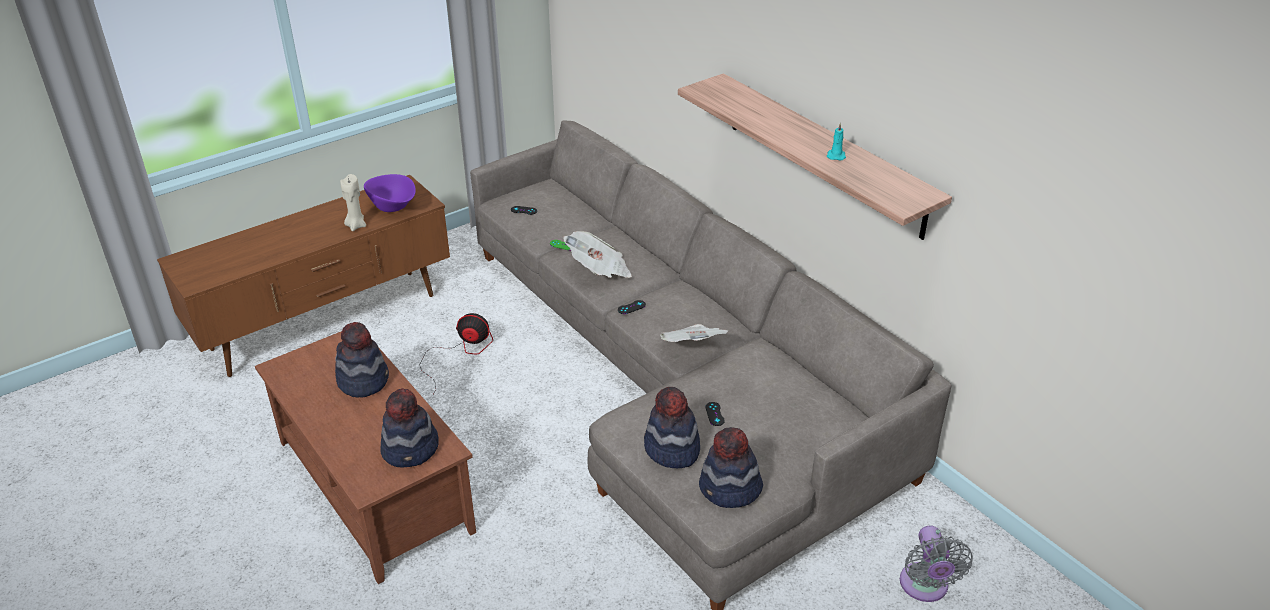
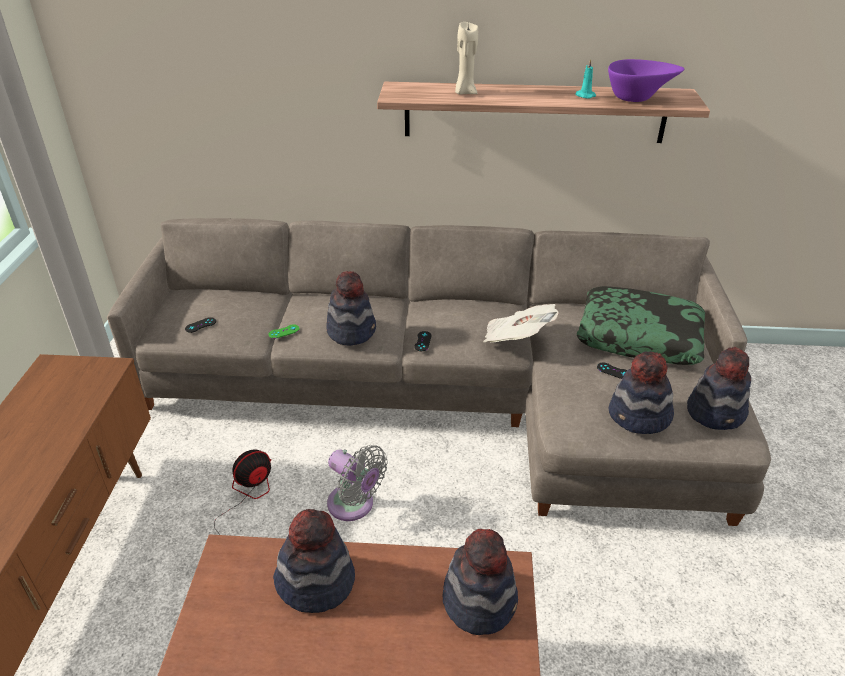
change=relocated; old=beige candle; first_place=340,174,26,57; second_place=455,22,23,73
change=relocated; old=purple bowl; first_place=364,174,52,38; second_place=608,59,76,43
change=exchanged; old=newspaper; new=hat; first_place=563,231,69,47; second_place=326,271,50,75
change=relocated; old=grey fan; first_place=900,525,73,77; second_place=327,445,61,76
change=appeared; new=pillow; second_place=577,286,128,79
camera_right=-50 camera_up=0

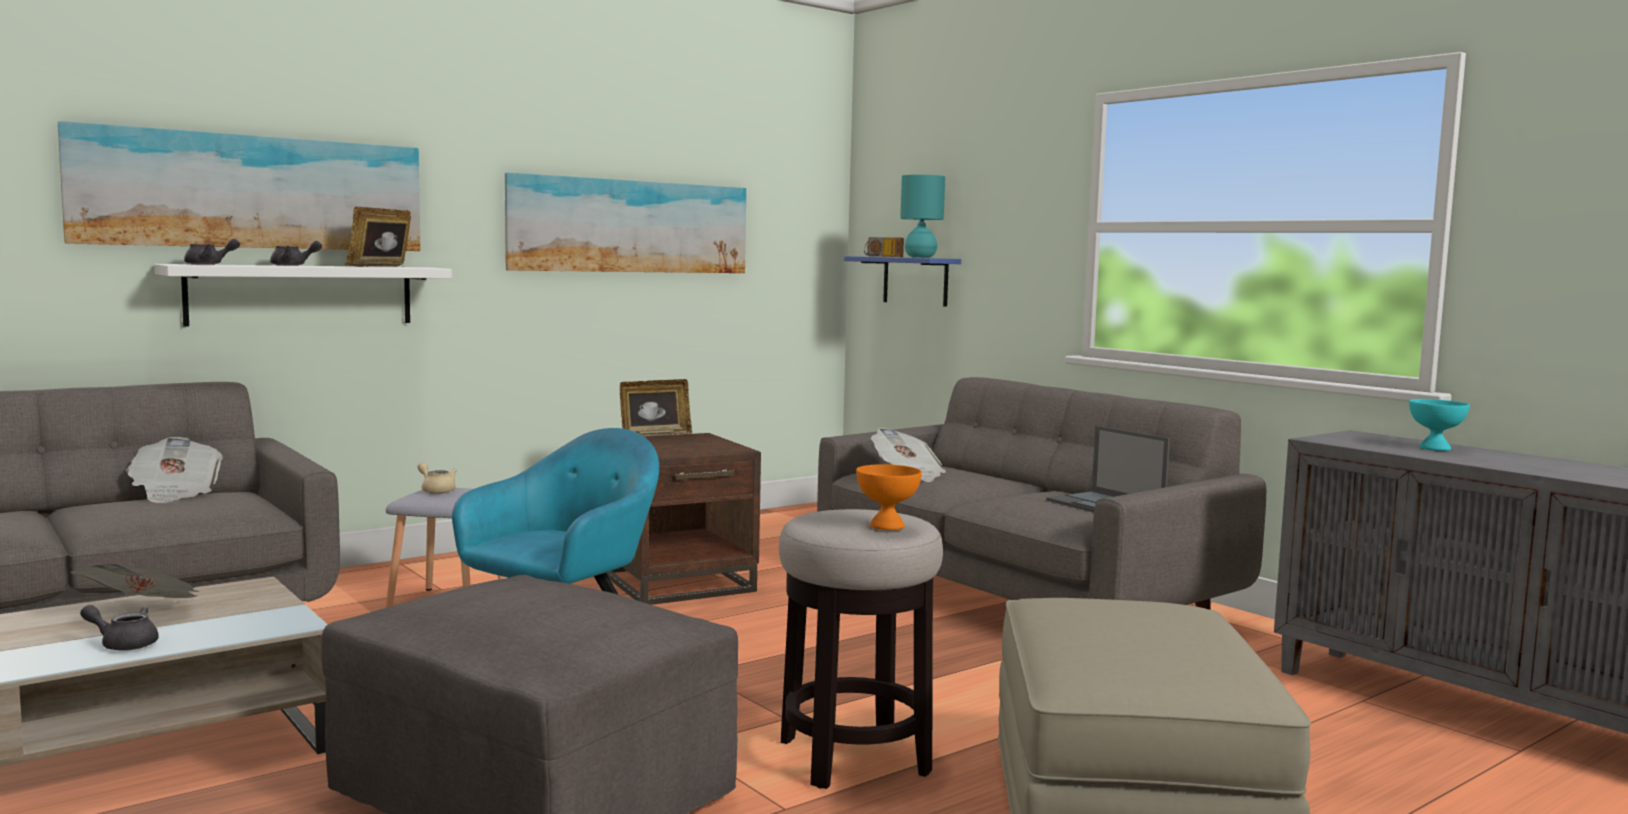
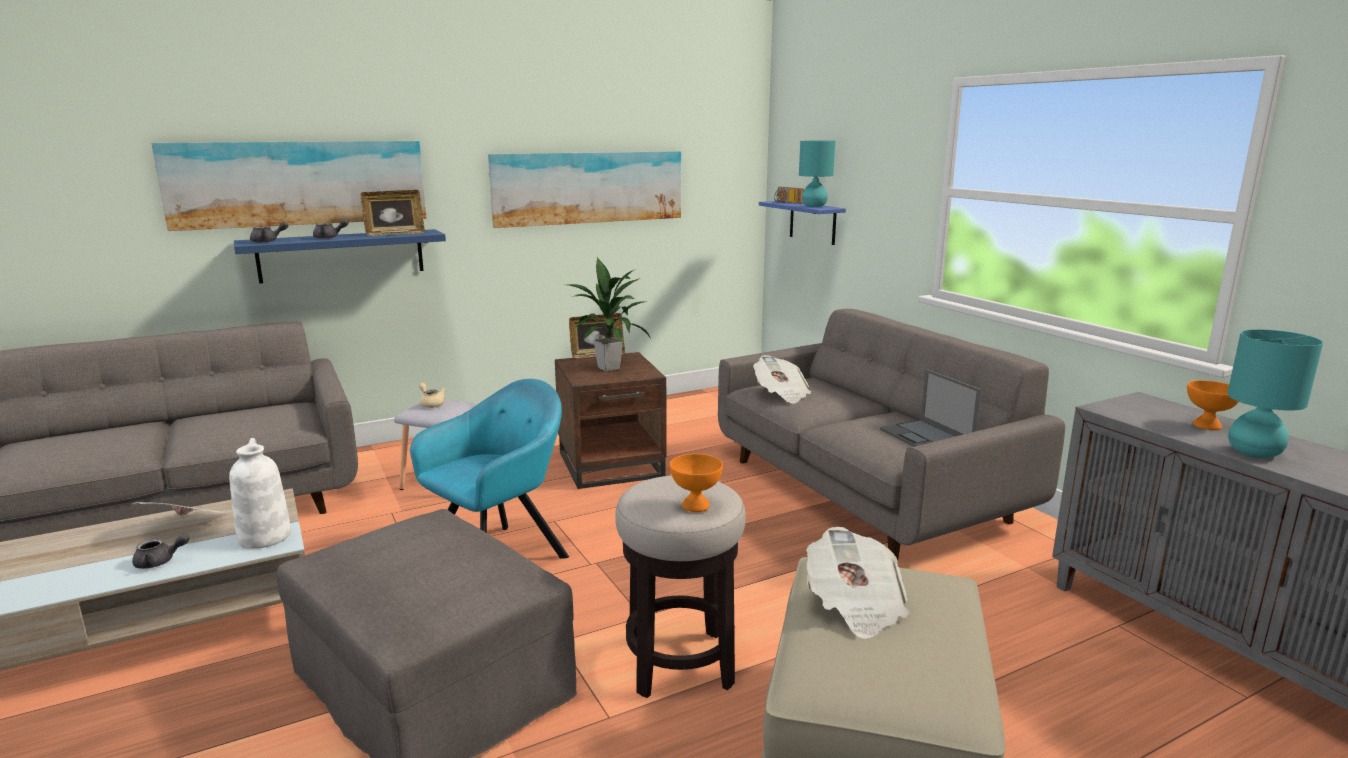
change=spun; old=picture frame; first_place=345,207,66,60; second_place=361,190,64,46; degrees=-150
change=colour; old=white shelf; new=blue shelf; first_place=154,264,298,63; second_place=234,229,212,55
change=colour; old=turquoise bowl; new=orange bowl; first_place=1409,399,61,52; second_place=1187,380,52,50
change=relocated; old=newspaper; first_place=126,437,97,66; second_place=807,527,102,112
change=spun; old=grey teapot; first_place=80,605,79,46; second_place=132,534,58,35; degrees=150
change=appeared; new=potted plant; second_place=561,257,91,114
change=appeared; new=turquoise table lamp; second_place=1227,329,96,129
change=appeared; new=white vase; second_place=229,438,62,111
camera_right=10 camera_up=10

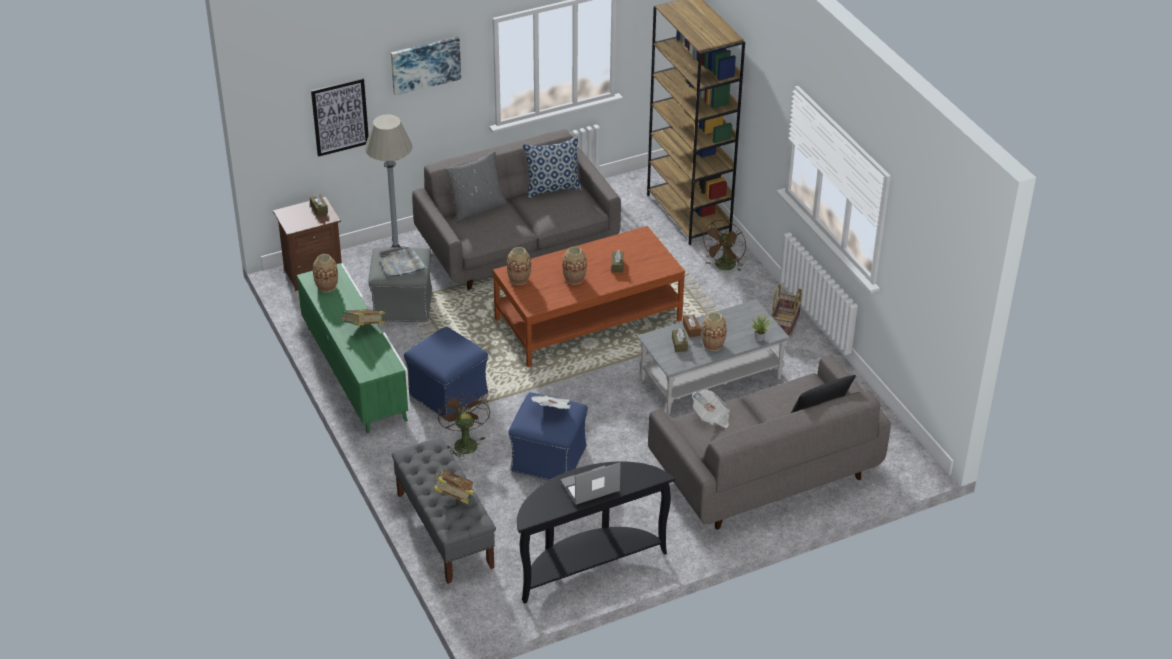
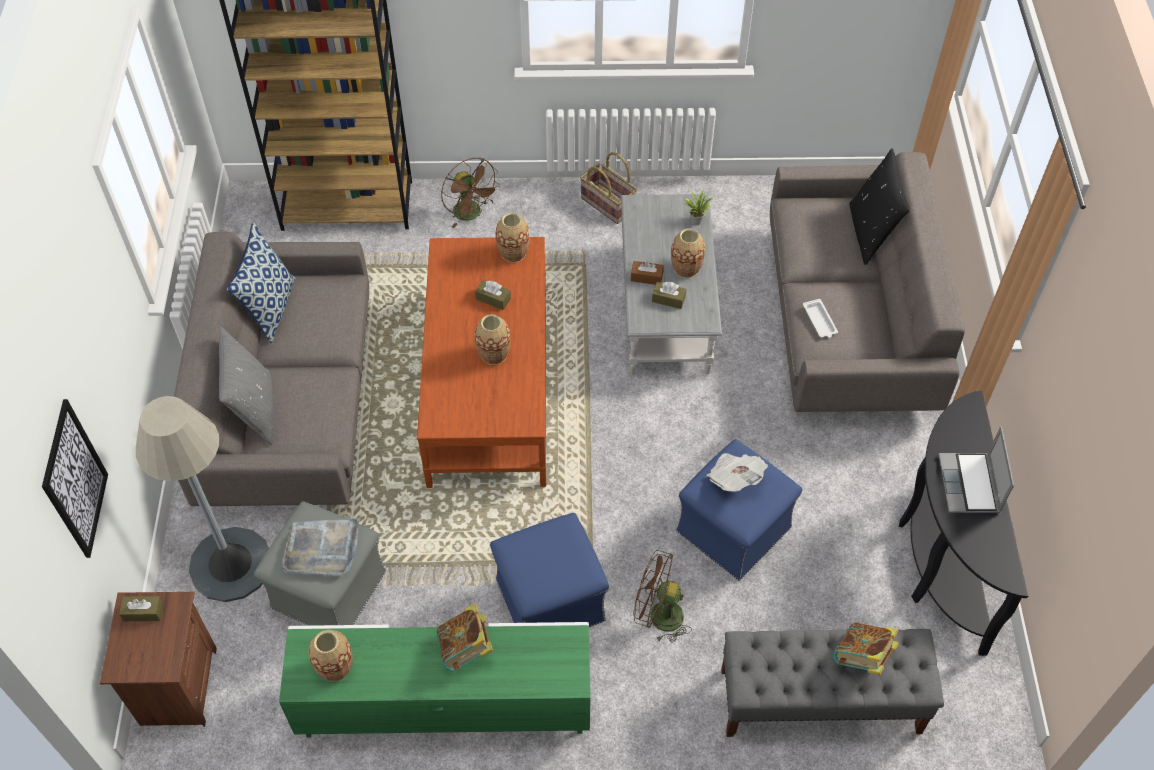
change=missing; old=picture; first_place=391,37,70,58
change=relocated; old=vase; first_place=507,247,24,38; second_place=495,213,34,50
change=exchanged; old=newspaper; new=white tray; first_place=692,390,38,38; second_place=803,299,35,39
camera_right=-65 camera_up=15

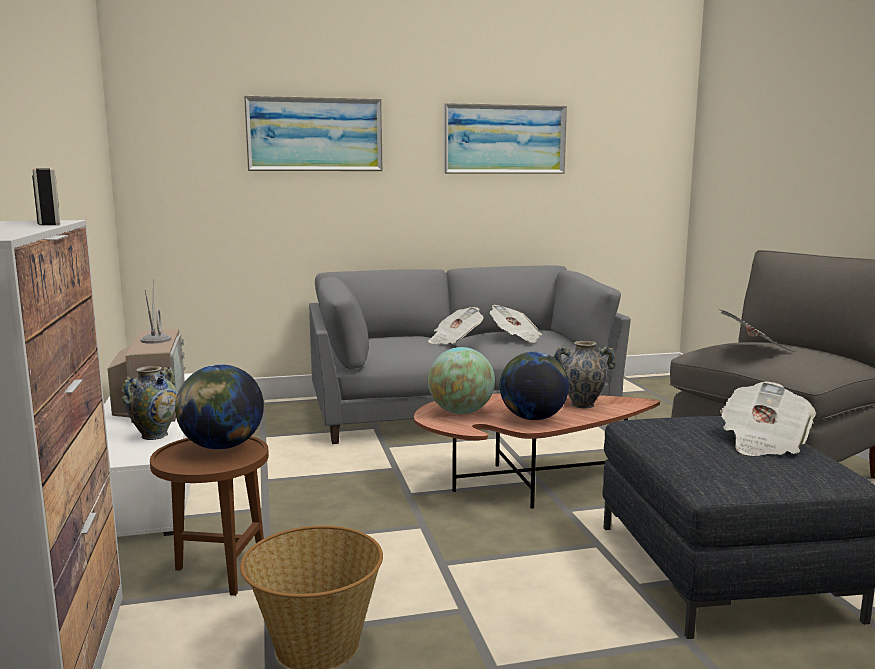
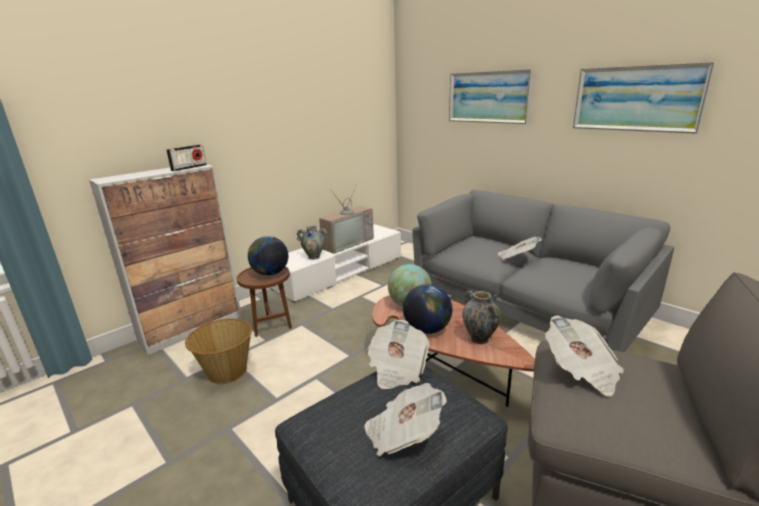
change=relocated; old=newspaper; first_place=490,305,52,38; second_place=367,320,63,69
camera_right=60 camera_up=10

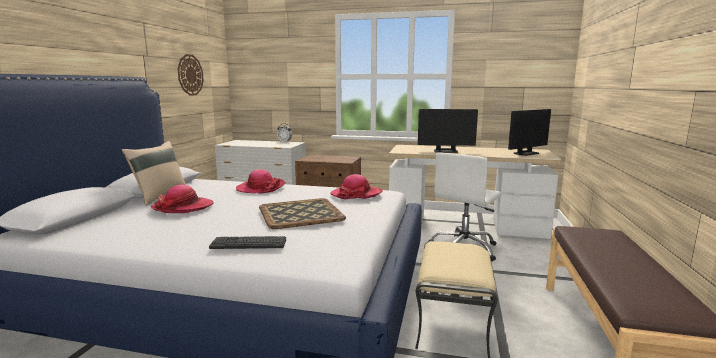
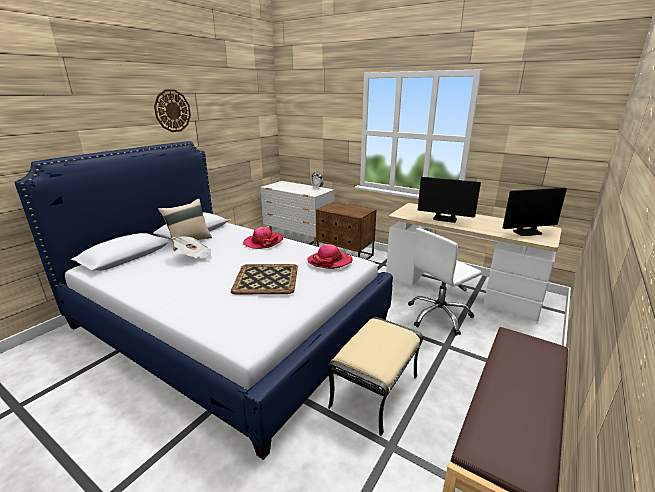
change=relocated; old=wall clock; first_place=178,54,26,42; second_place=154,90,37,42
change=exchanged; old=hat; new=newspaper; first_place=151,185,63,28; second_place=172,236,40,24
change=missing; old=keyboard; first_place=209,236,77,13
camera_right=20 camera_up=10

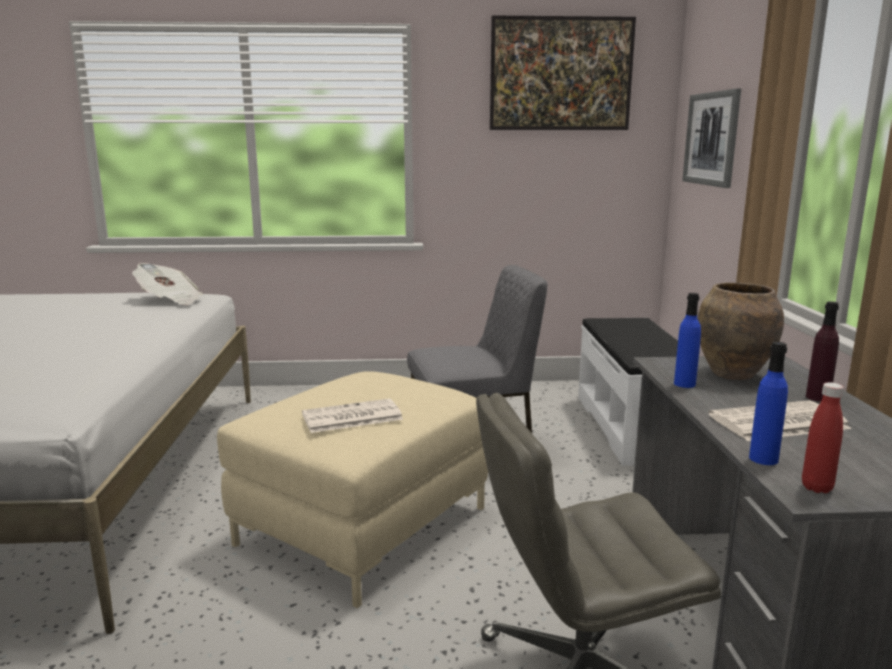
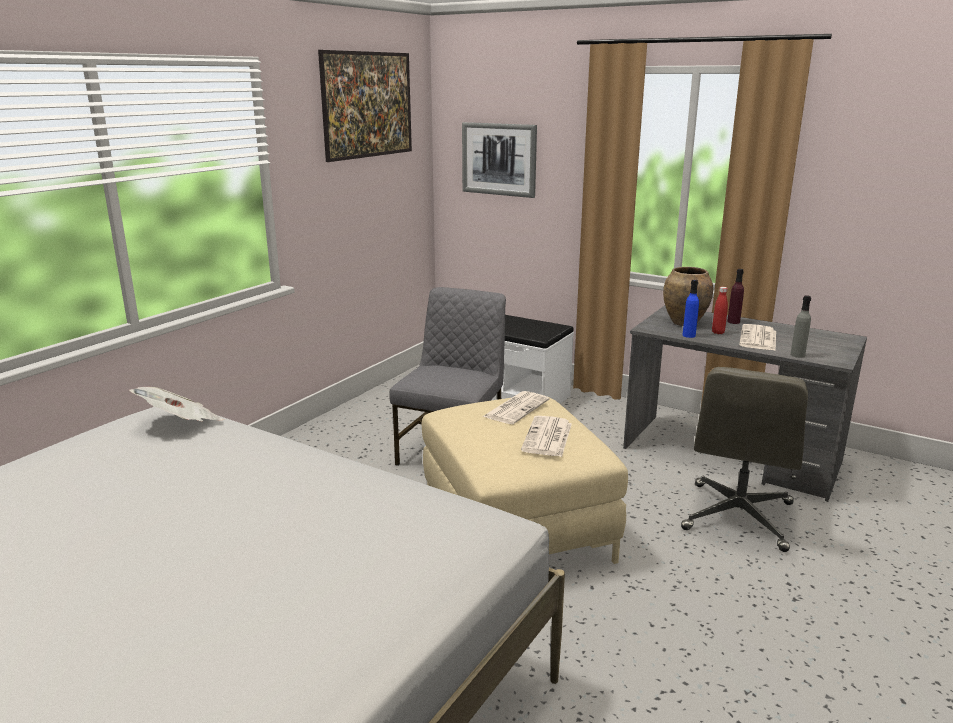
change=colour; old=blue bottle; new=grey bottle; first_place=749,342,39,123; second_place=790,295,21,63
change=relocated; old=red bottle; first_place=802,382,41,111; second_place=712,287,16,47
change=appeared; new=newspaper; second_place=483,391,66,33
camera_right=-55 camera_up=5

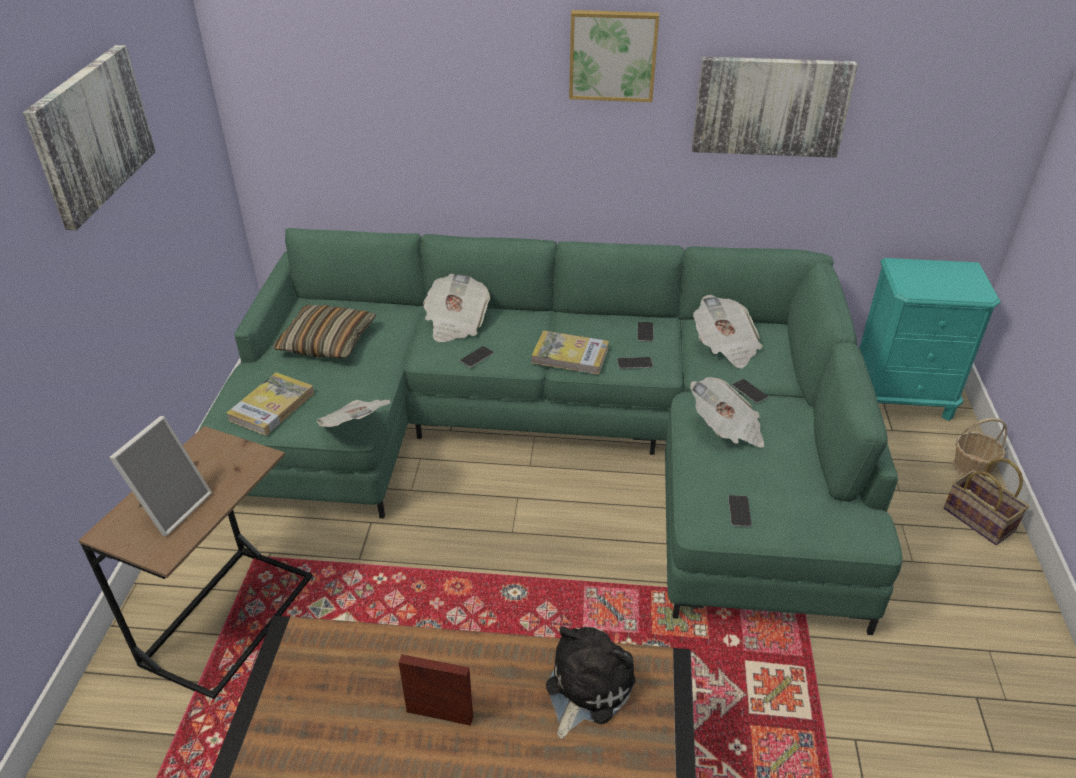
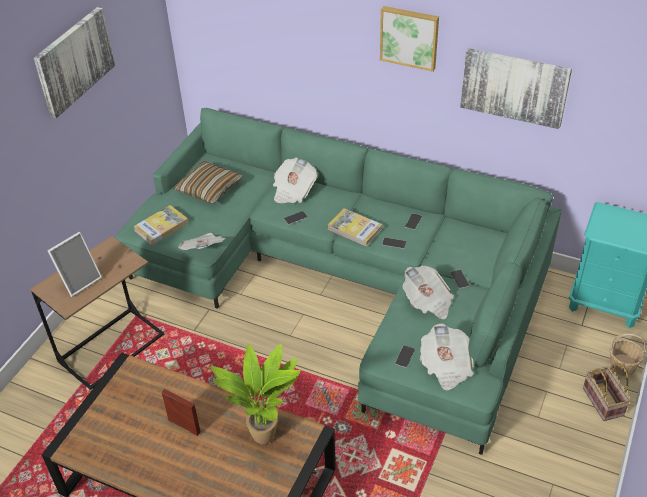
change=relocated; old=newspaper; first_place=693,295,70,73; second_place=420,323,54,68
change=exchanged; old=plush toy; new=potted plant; first_place=546,626,90,113; second_place=211,343,90,101
camera_right=20 camera_up=5

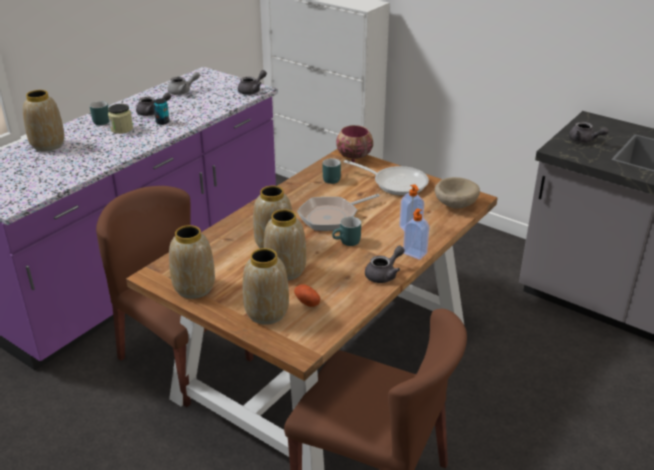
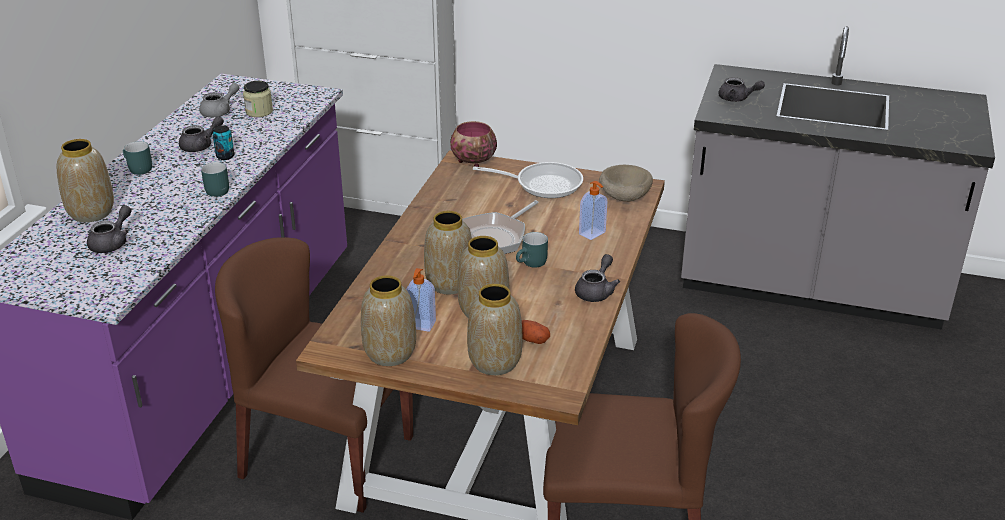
change=relocated; old=grey teapot; first_place=238,70,29,25; second_place=87,205,44,48
change=relocated; old=jar; first_place=108,104,25,30; second_place=243,81,30,36
change=relocated; old=turquoise mug; first_place=323,158,18,26; second_place=201,162,28,35
change=relocated; old=soap dispenser; first_place=403,208,26,52; second_place=406,268,30,64
camera_right=-20 camera_up=0

